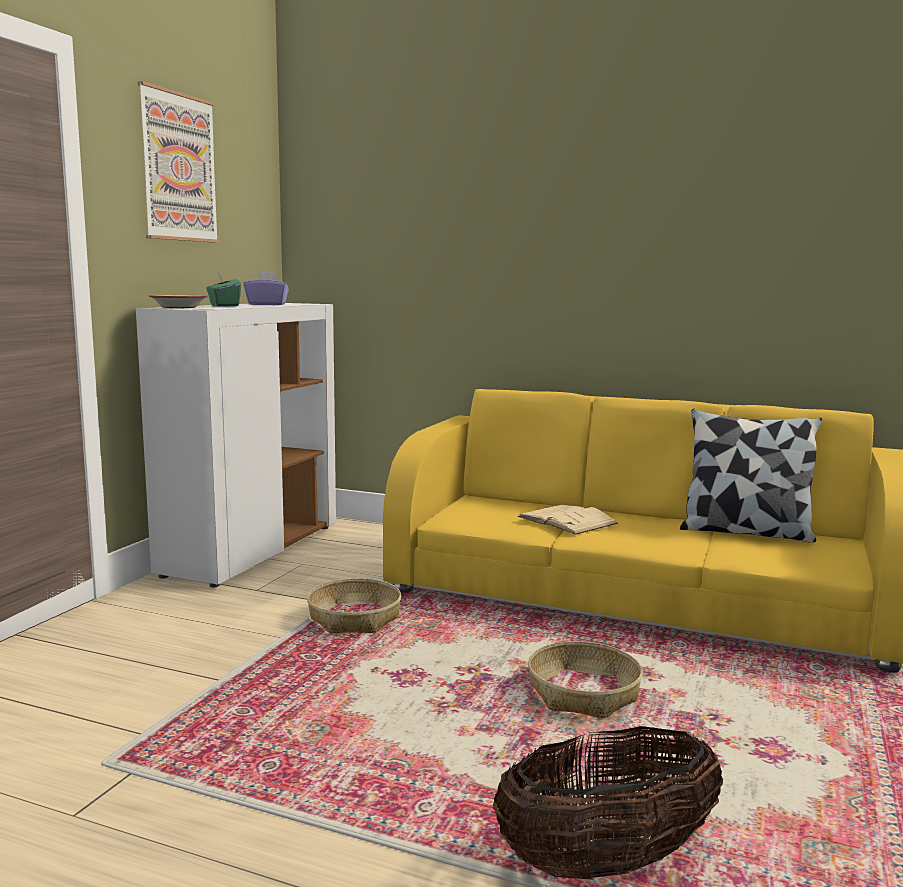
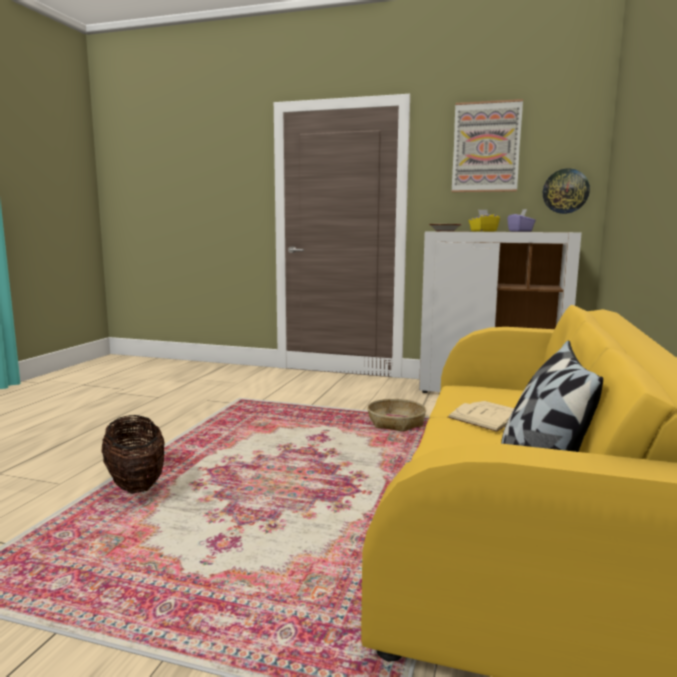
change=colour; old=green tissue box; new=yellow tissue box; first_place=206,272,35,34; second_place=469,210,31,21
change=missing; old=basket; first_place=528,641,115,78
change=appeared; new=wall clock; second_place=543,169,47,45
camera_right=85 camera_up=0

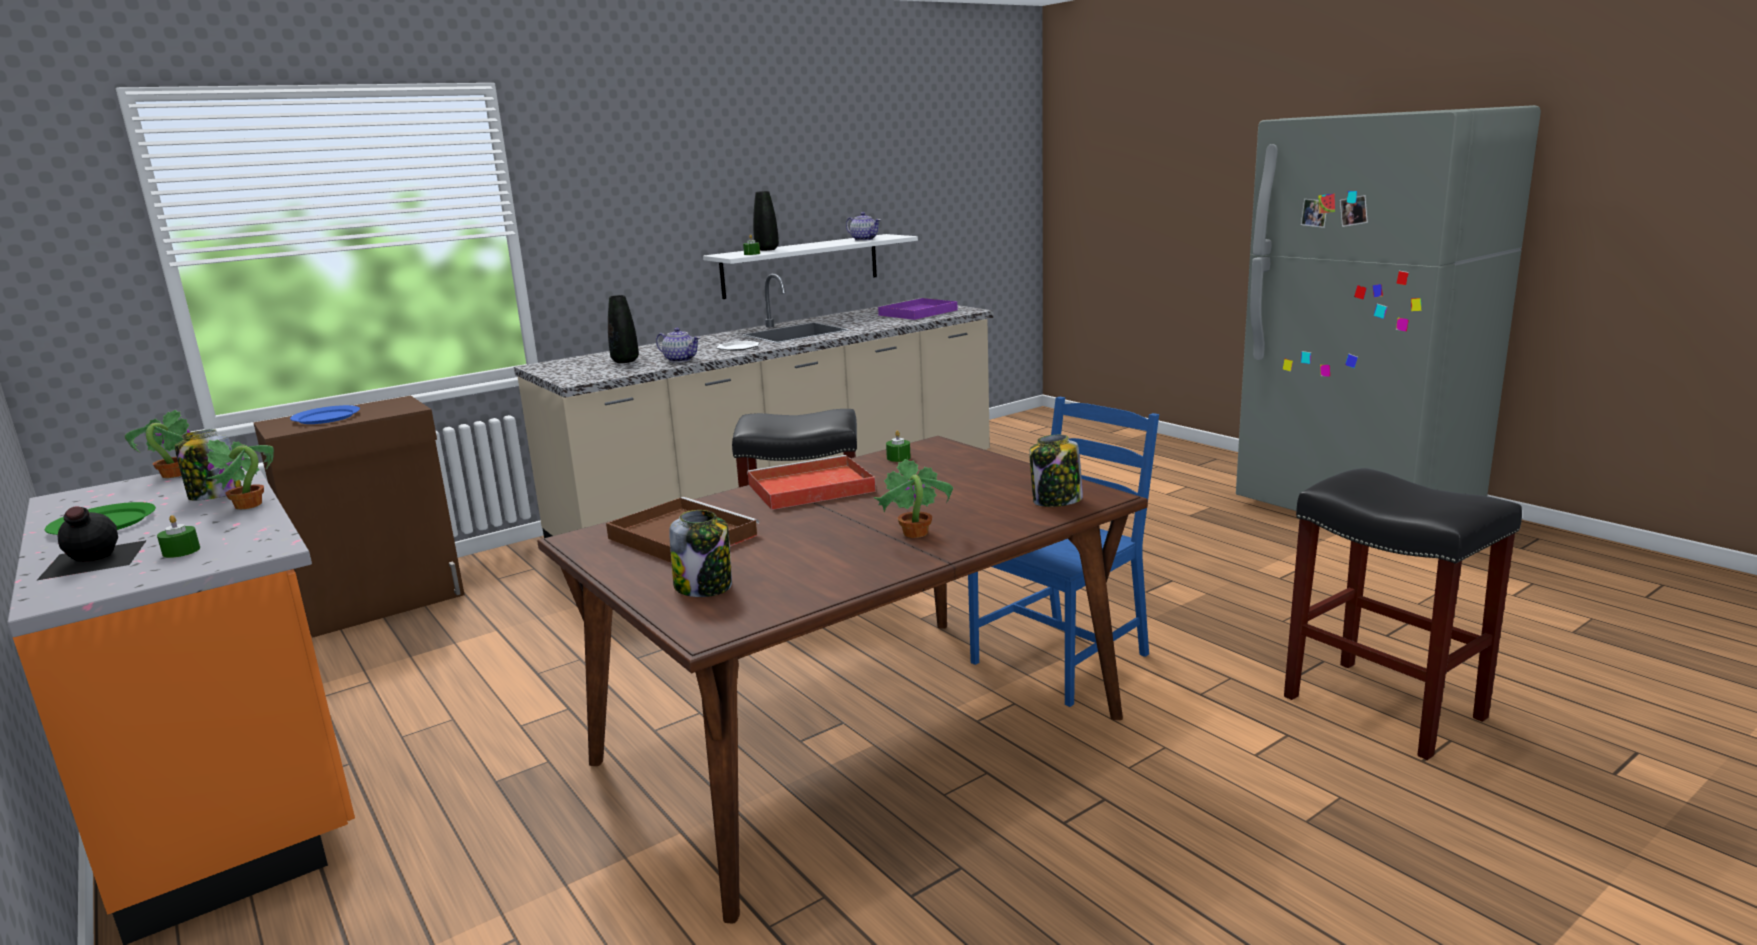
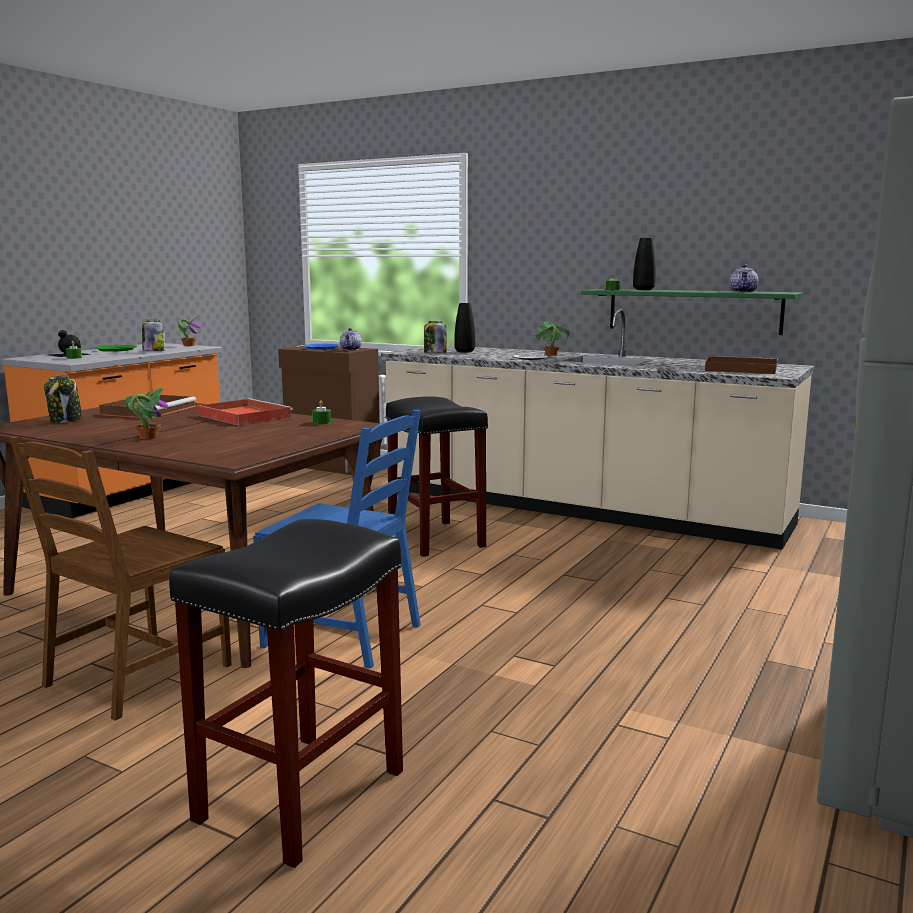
change=colour; old=white shelf; new=green shelf; first_place=703,234,215,65; second_place=581,289,222,46
change=colour; old=purple tray; new=brown tray; first_place=877,298,81,22; second_place=705,356,72,18
change=relocated; old=teapot; first_place=656,328,44,34; second_place=340,328,22,22
change=relocated; old=jar; first_place=1029,435,54,72; second_place=424,321,23,32
change=relocated; old=potted plant; first_place=206,440,68,69; second_place=534,321,36,35
change=appeared; new=brown chair; second_place=9,436,223,285
camera_right=65 camera_up=-5

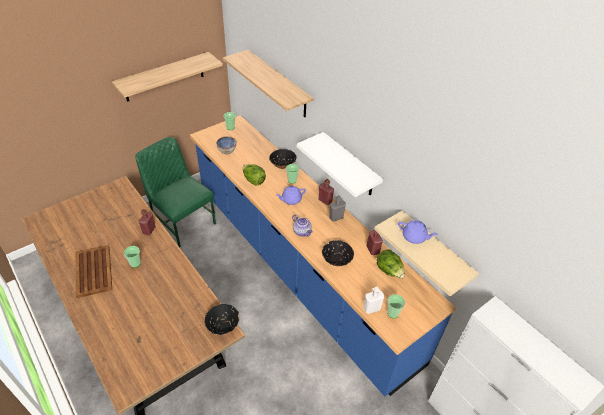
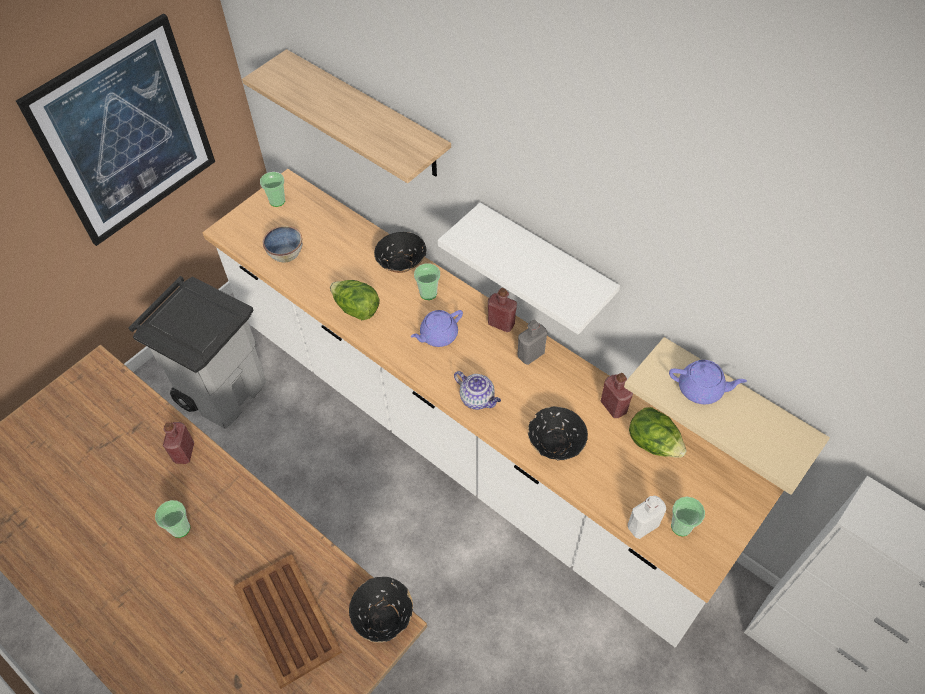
change=exchanged; old=shelf; new=picture; first_place=112,52,111,50; second_place=16,14,199,232
change=colour; old=blue counter; new=white counter; first_place=190,115,266,282; second_place=202,169,582,479
change=exchanged; old=green chair; new=grey trash can; first_place=135,137,81,110; second_place=128,276,138,153
change=relocated; old=brown tray; first_place=76,245,36,53; second_place=233,554,109,134
camera_right=-10 camera_up=10

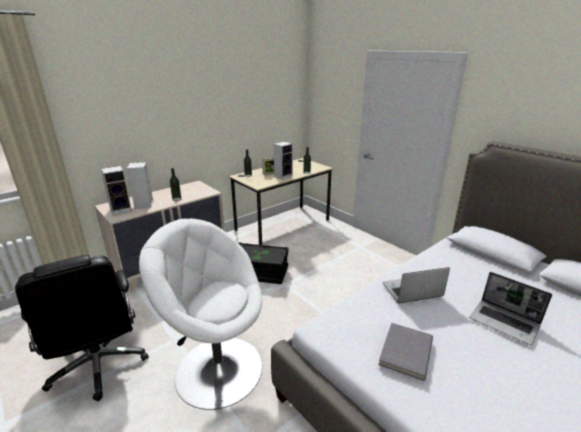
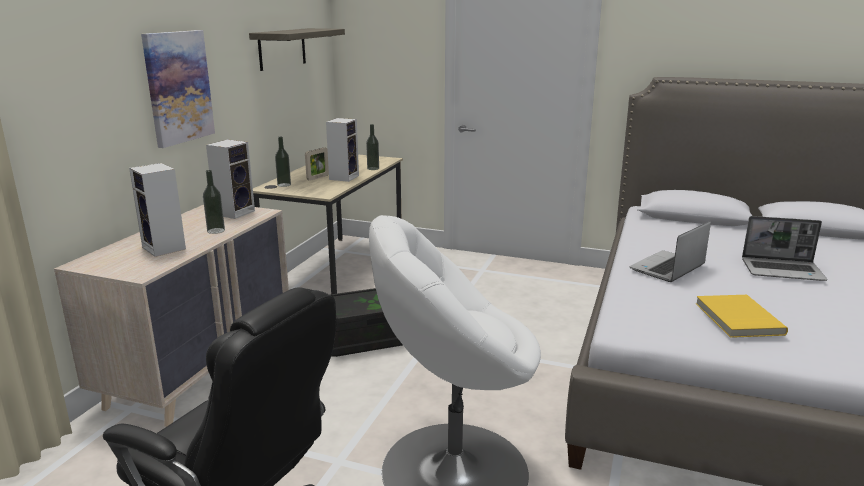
change=relocated; old=speaker; first_place=101,166,31,49; second_place=206,139,49,80
change=colour; old=grey book; new=yellow book; first_place=378,323,55,58; second_place=696,295,92,43
change=appeared; new=shelf; second_place=249,28,96,43
change=appeared; new=picture; second_place=141,30,74,118
camera_right=-30 camera_up=-5

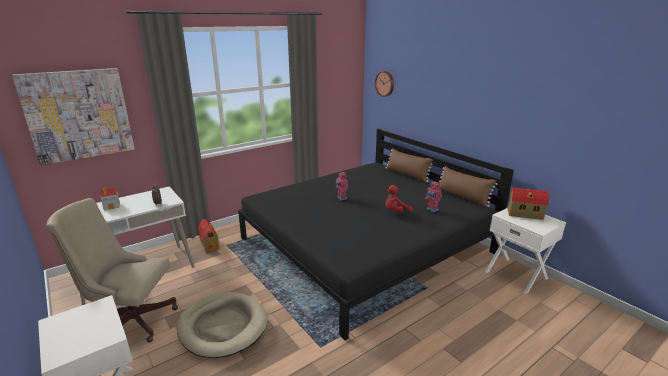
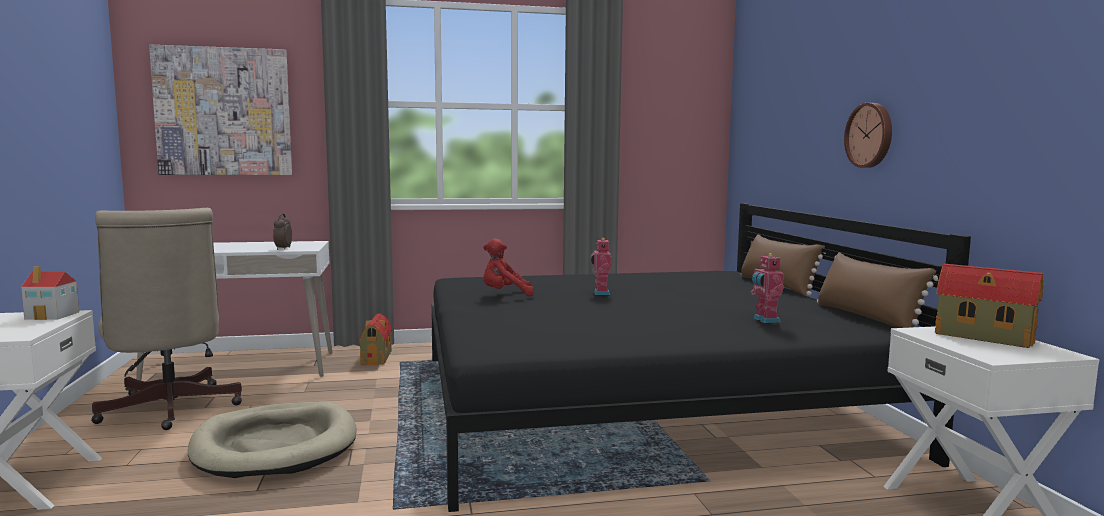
change=relocated; old=wall clock; first_place=375,71,19,26; second_place=844,103,48,65
change=relocated; old=red plush toy; first_place=385,185,28,28; second_place=483,238,51,58
change=relocated; old=toy house; first_place=100,187,20,23; second_place=21,266,58,54
change=spun; old=beige office chair; first_place=46,198,132,144; second_place=91,208,151,222; degrees=-150
camera_right=25 camera_up=-15

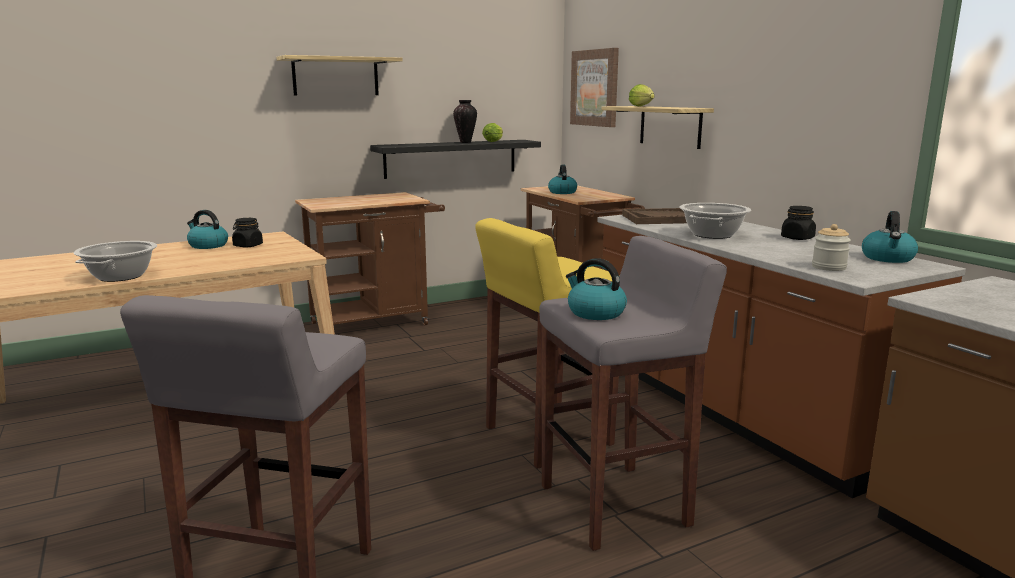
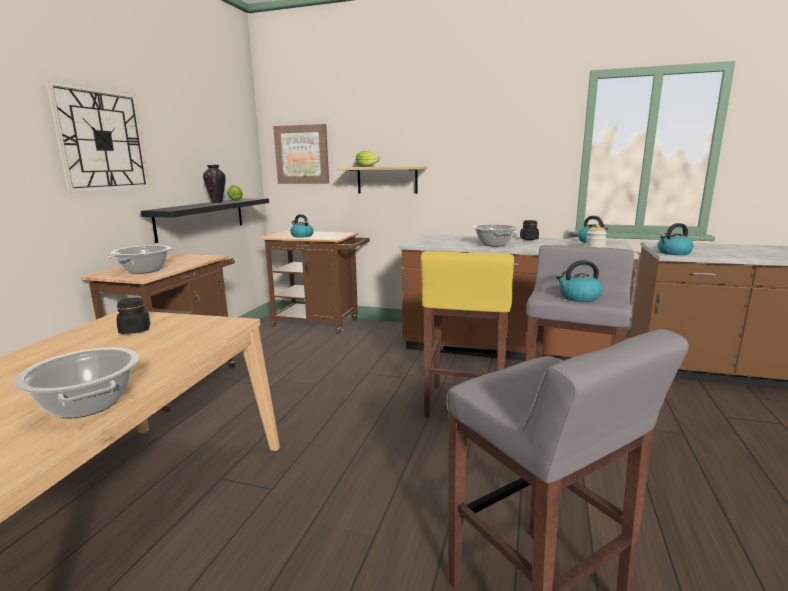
change=exchanged; old=shelf; new=wall clock; first_place=276,55,127,41; second_place=45,81,105,112
change=missing; old=brown tray; first_place=622,208,65,16
change=relocated; old=kettle; first_place=187,210,41,39; second_place=657,223,37,32
change=appeared; new=cooking pot; second_place=108,245,66,29
camera_right=-45 camera_up=0

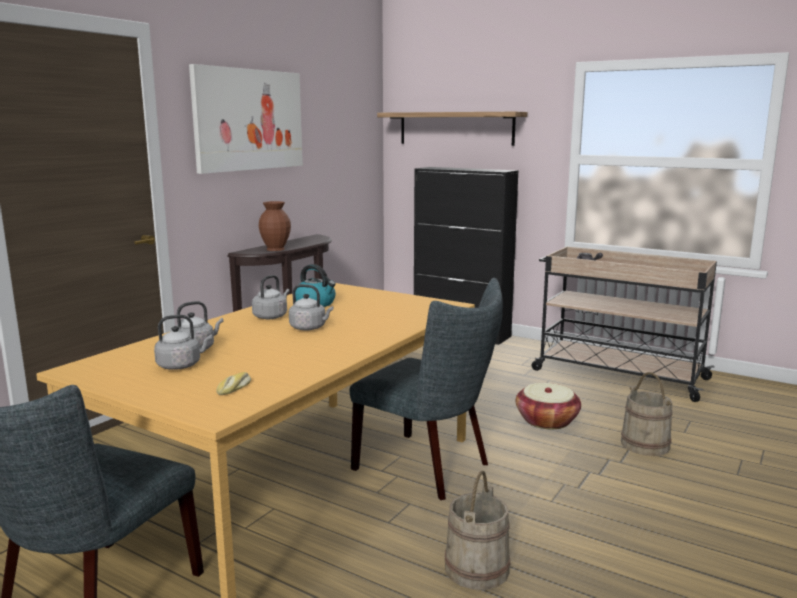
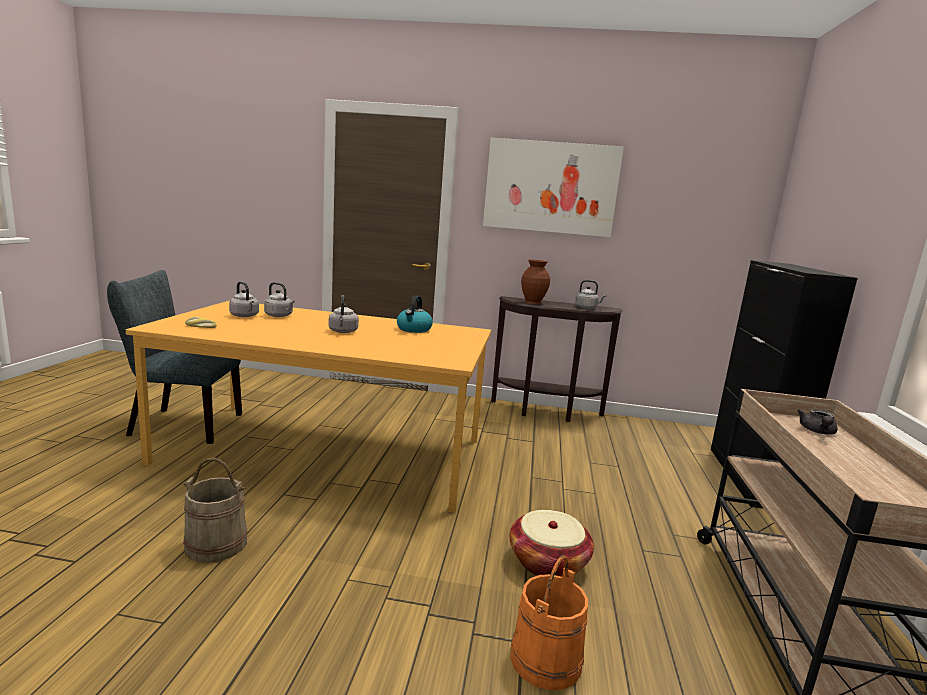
change=missing; old=shelf; first_place=377,112,150,34
change=relocated; old=grey kettle; first_place=252,275,38,44; second_place=575,280,31,29
change=missing; old=grey chair; first_place=350,278,153,222
change=colour; old=beige bucket; new=orange bucket; first_place=621,372,52,84; second_place=510,555,78,136
camera_right=65 camera_up=0

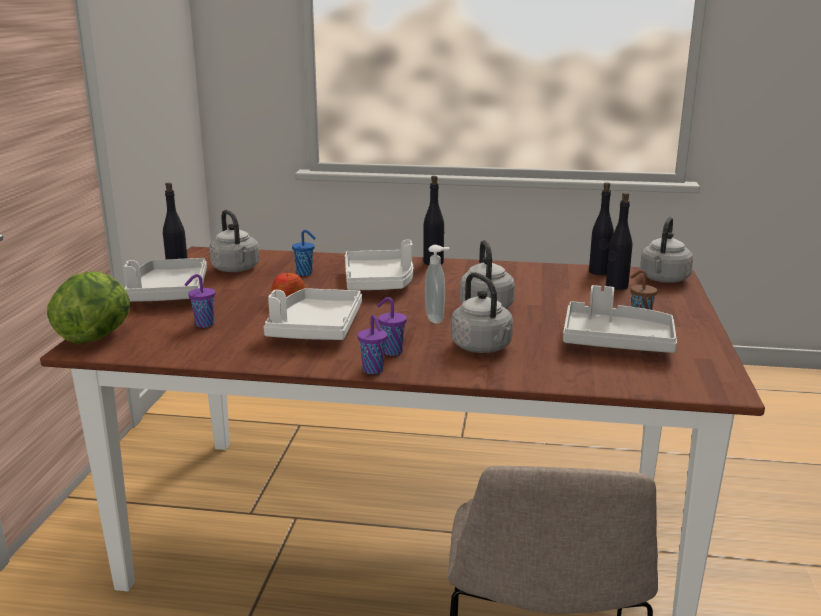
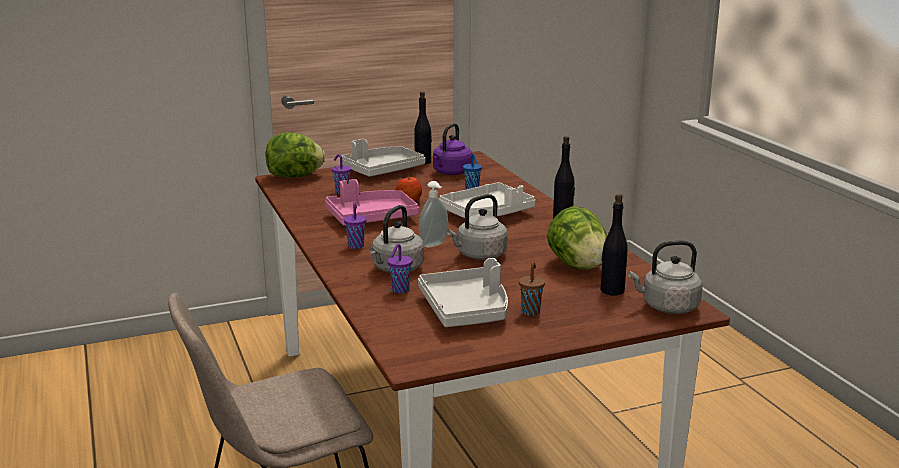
change=missing; old=black bottle; first_place=589,182,25,93
change=colour; old=grey kettle; new=purple kettle; first_place=209,210,50,62; second_place=433,123,39,52
change=colour; old=white tray; new=pink tray; first_place=264,288,98,52; second_place=325,179,94,47
change=relocated; old=purple cup; first_place=357,315,31,59; second_place=388,244,25,49
change=appeared; new=lettuce; second_place=547,206,60,64
camera_right=60 camera_up=0

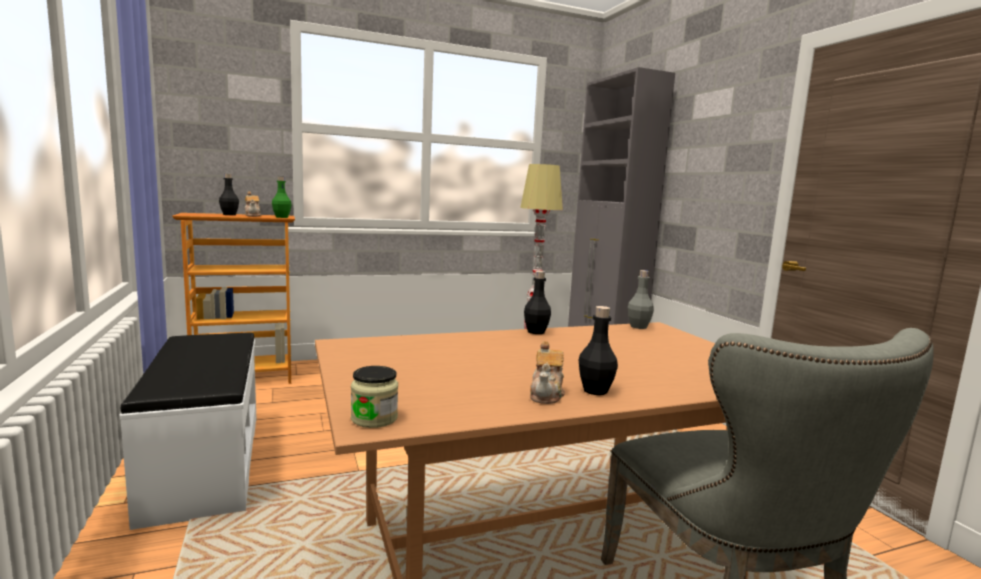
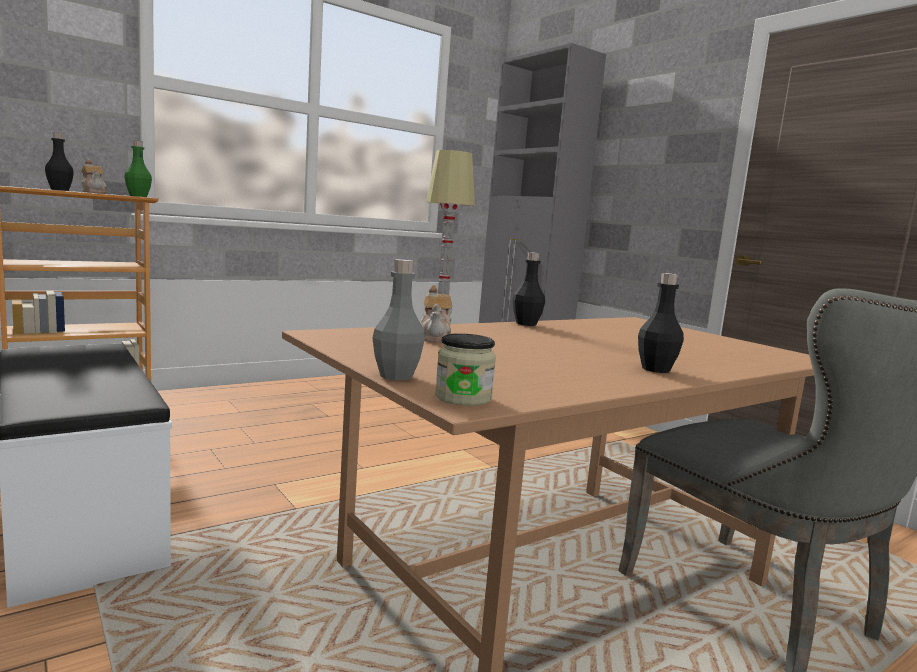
change=relocated; old=grey bottle; first_place=628,270,26,59; second_place=372,259,53,122
change=relocated; old=teapot; first_place=530,341,35,63; second_place=421,285,31,58
camera_right=-15 camera_up=0

